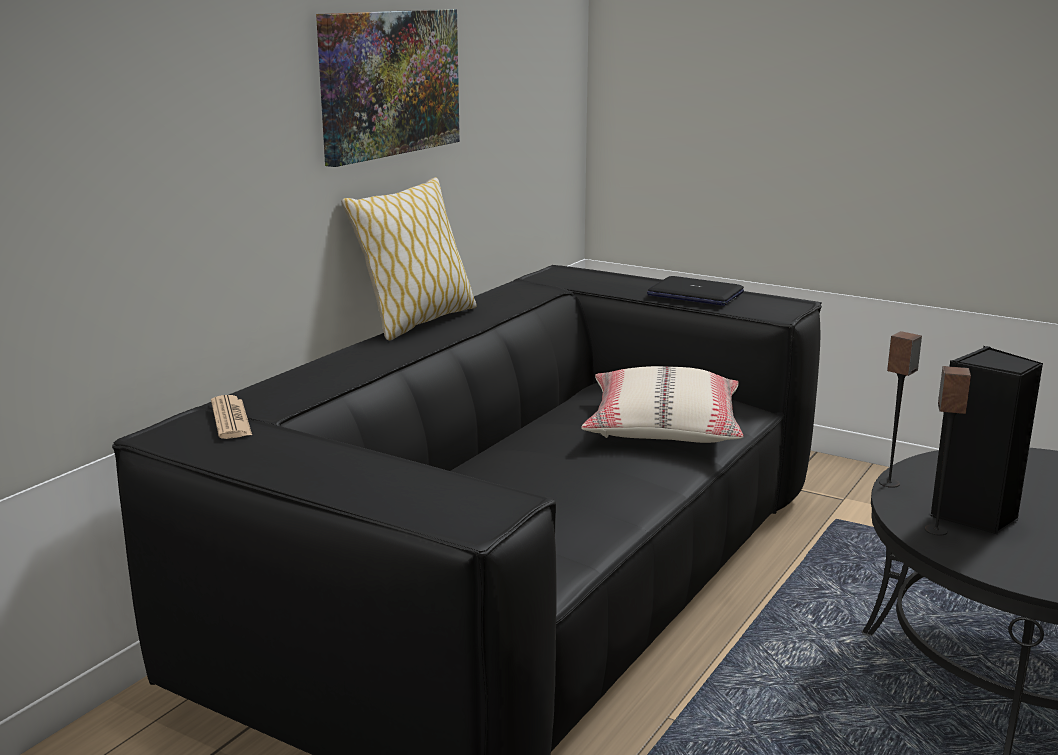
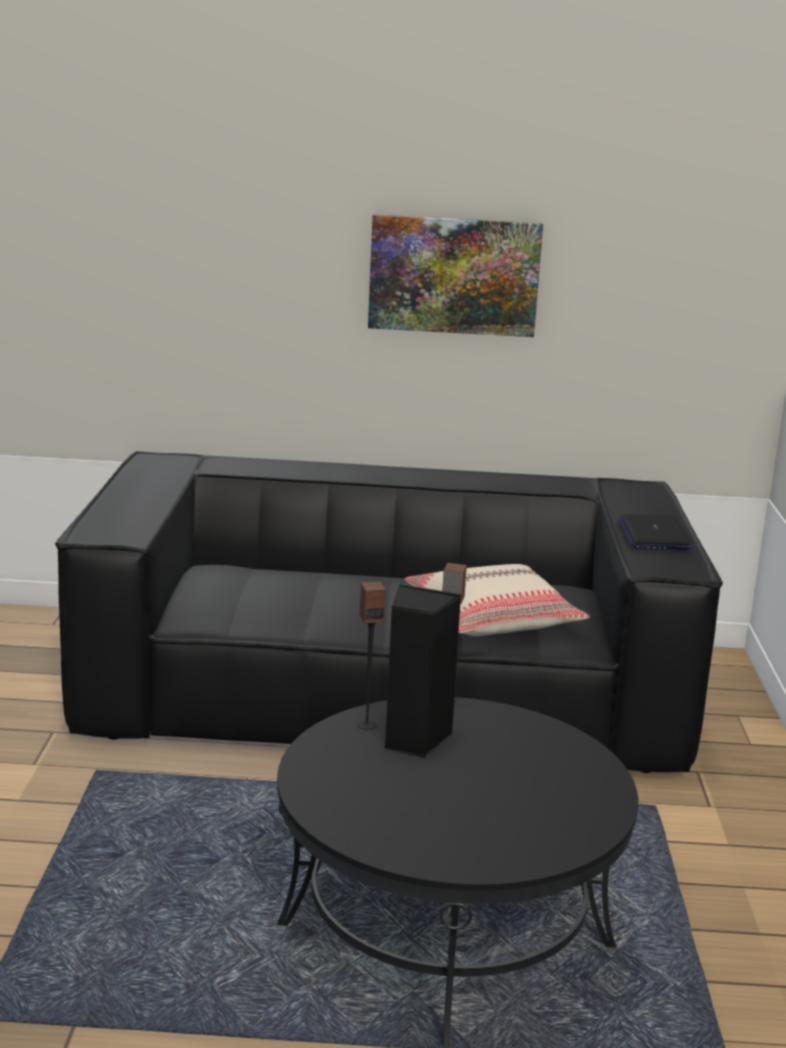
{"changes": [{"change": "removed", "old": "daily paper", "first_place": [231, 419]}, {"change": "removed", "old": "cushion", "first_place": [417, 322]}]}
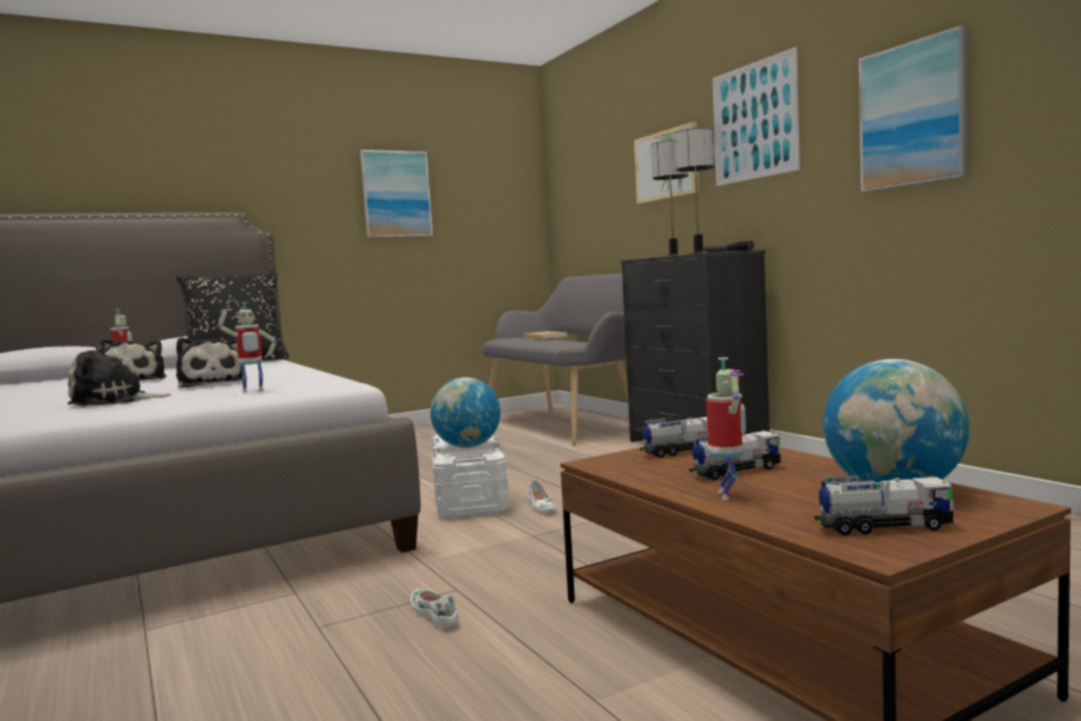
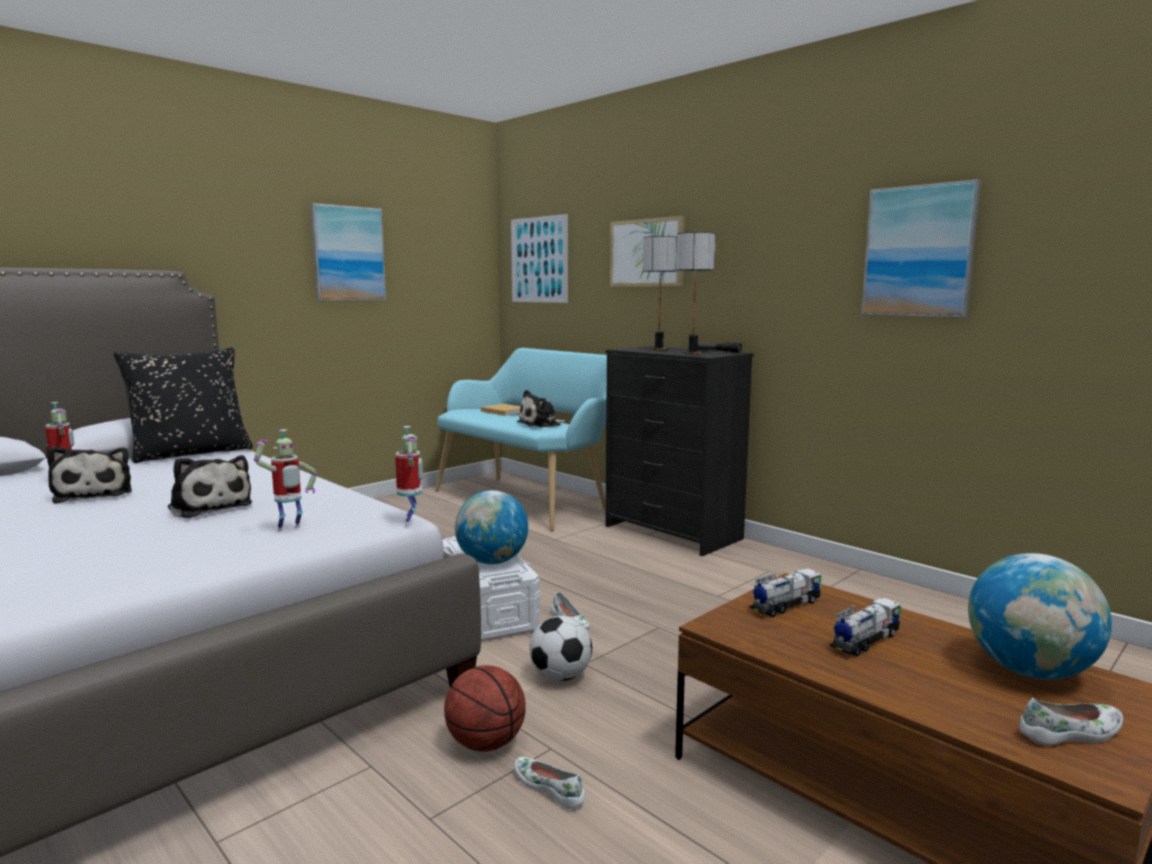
{"changes": [{"change": "moved", "old": "model robot", "first_place": [728, 495], "second_place": [411, 522]}, {"change": "recoloured", "old": "grey indoor bench", "new": "turquoise indoor bench", "first_place": [566, 423], "second_place": [526, 500]}, {"change": "added", "new": "ball for basketball", "second_place": [485, 743]}, {"change": "moved", "old": "wall picture", "first_place": [754, 121], "second_place": [539, 260]}, {"change": "moved", "old": "plush toy", "first_place": [114, 401], "second_place": [541, 424]}, {"change": "added", "new": "ball for football", "second_place": [561, 676]}, {"change": "replaced", "old": "toy lorry", "new": "white-coloured low shoe", "first_place": [883, 527], "second_place": [1072, 733]}]}
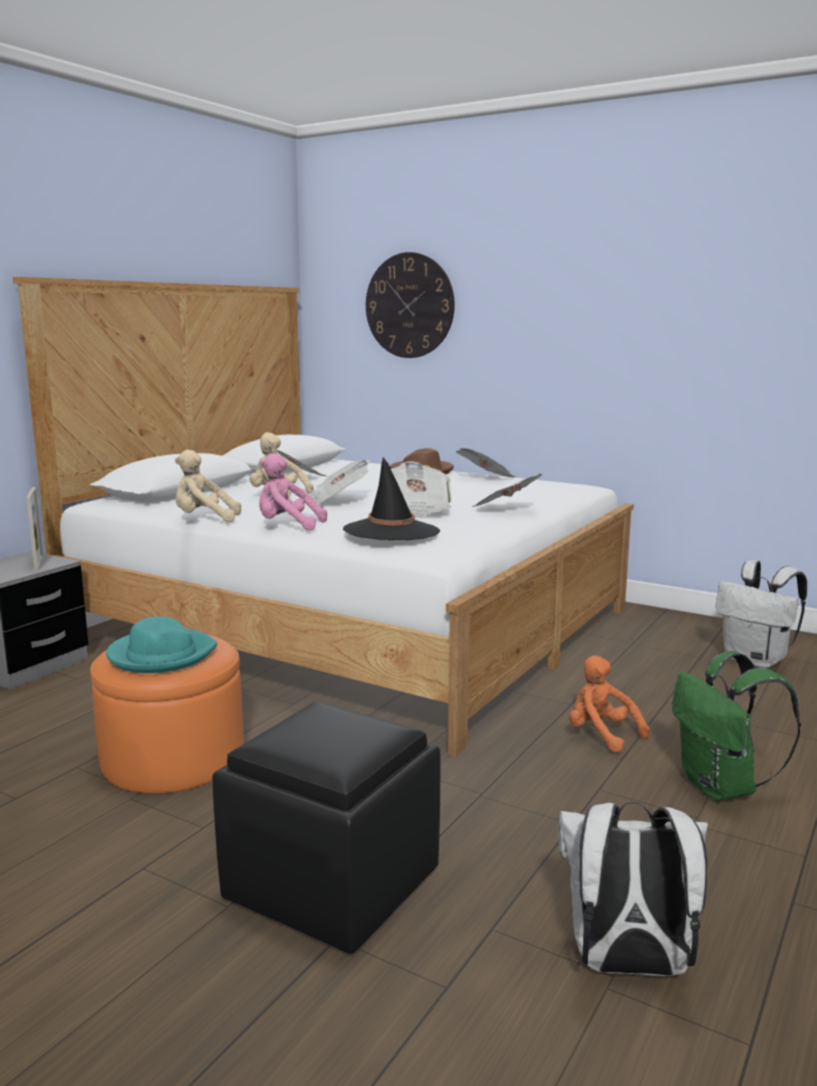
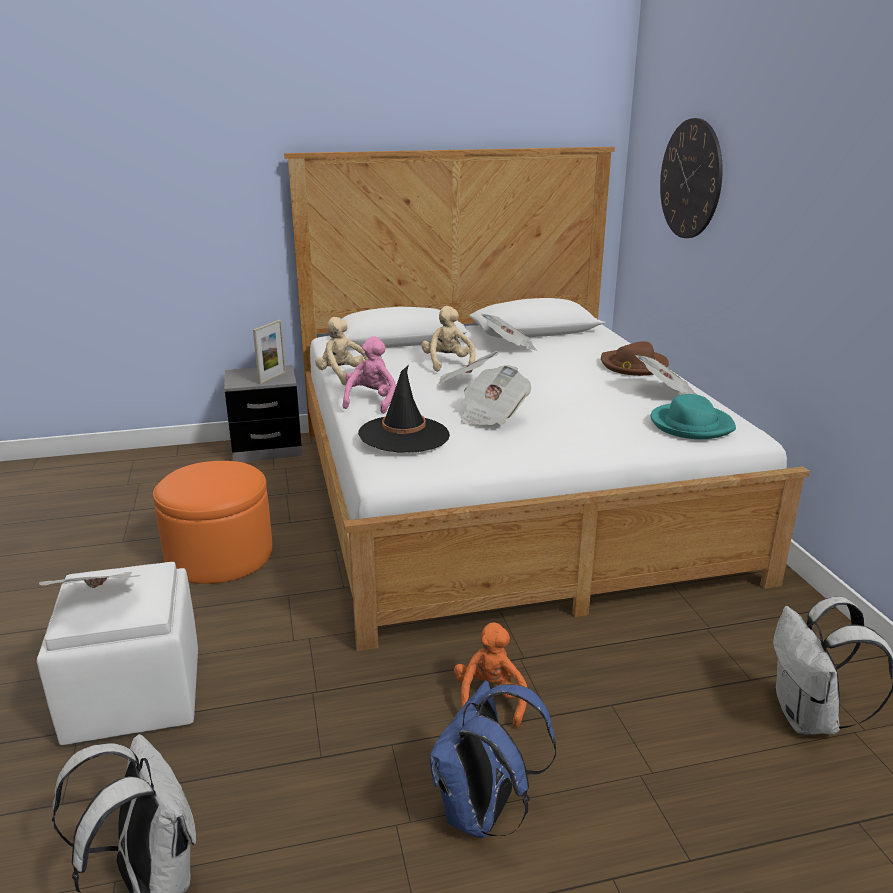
{"changes": [{"change": "recoloured", "old": "black ottoman", "new": "white-coloured ottoman", "first_place": [335, 885], "second_place": [136, 696]}, {"change": "moved", "old": "daily paper", "first_place": [506, 509], "second_place": [100, 599]}, {"change": "turned", "old": "pinkish plush toy", "first_place": [287, 526], "second_place": [371, 401], "degrees": 45}, {"change": "recoloured", "old": "greenish knapsack", "new": "blue knapsack", "first_place": [722, 788], "second_place": [483, 814]}, {"change": "moved", "old": "turquoise clothing hat", "first_place": [161, 655], "second_place": [691, 425]}]}
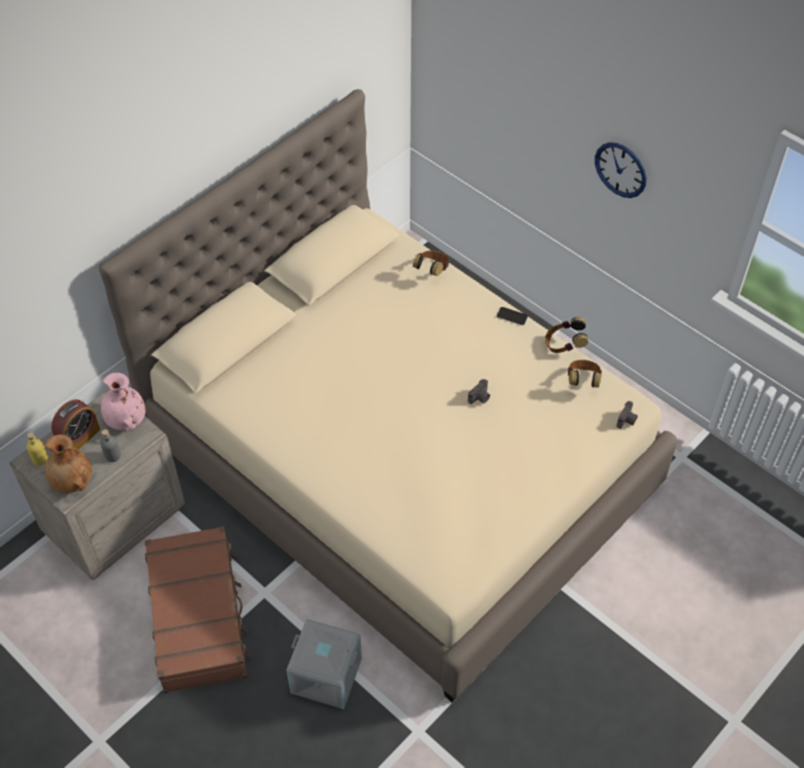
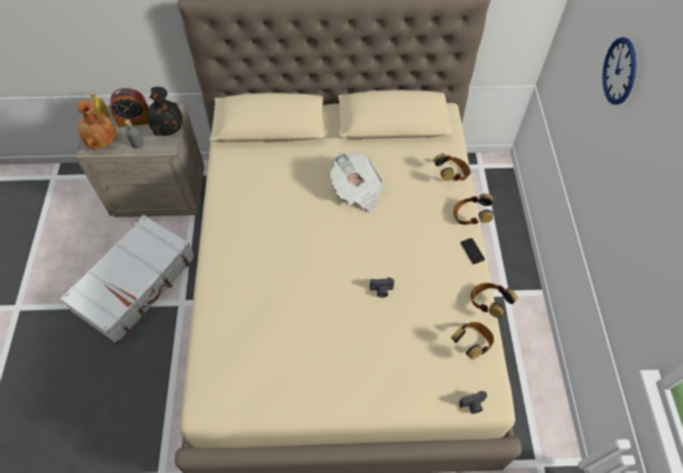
{"changes": [{"change": "recoloured", "old": "brownish piece of luggage", "new": "white-coloured piece of luggage", "first_place": [199, 616], "second_place": [136, 284]}, {"change": "recoloured", "old": "pinkish flower vase", "new": "black flower vase", "first_place": [125, 420], "second_place": [168, 128]}, {"change": "added", "new": "daily paper", "second_place": [357, 191]}, {"change": "added", "new": "headset", "second_place": [470, 217]}, {"change": "moved", "old": "wall clock", "first_place": [621, 169], "second_place": [619, 71]}, {"change": "removed", "old": "grey storage container", "first_place": [325, 676]}]}
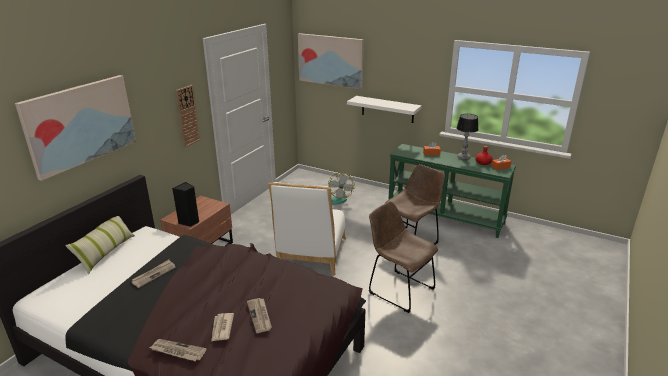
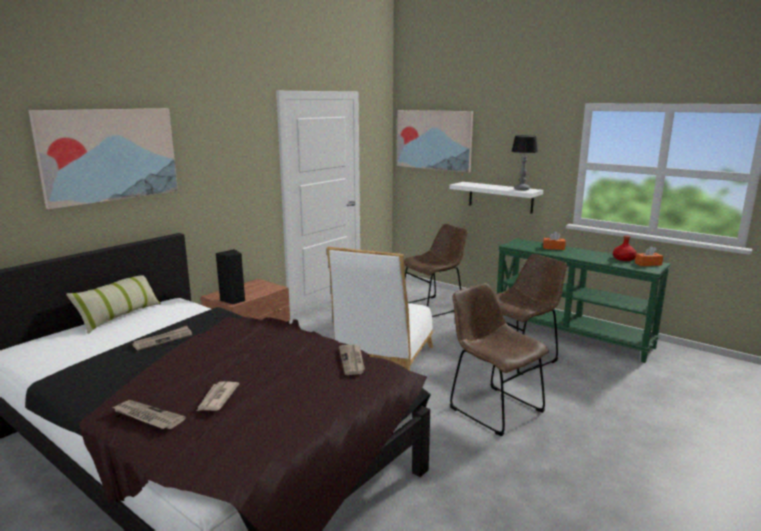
{"changes": [{"change": "moved", "old": "daily paper", "first_place": [260, 316], "second_place": [352, 361]}, {"change": "replaced", "old": "cooling fan", "new": "brownish plain chair", "first_place": [338, 198], "second_place": [433, 307]}, {"change": "moved", "old": "table lamp", "first_place": [463, 157], "second_place": [521, 189]}, {"change": "removed", "old": "wall clock", "first_place": [187, 116]}]}
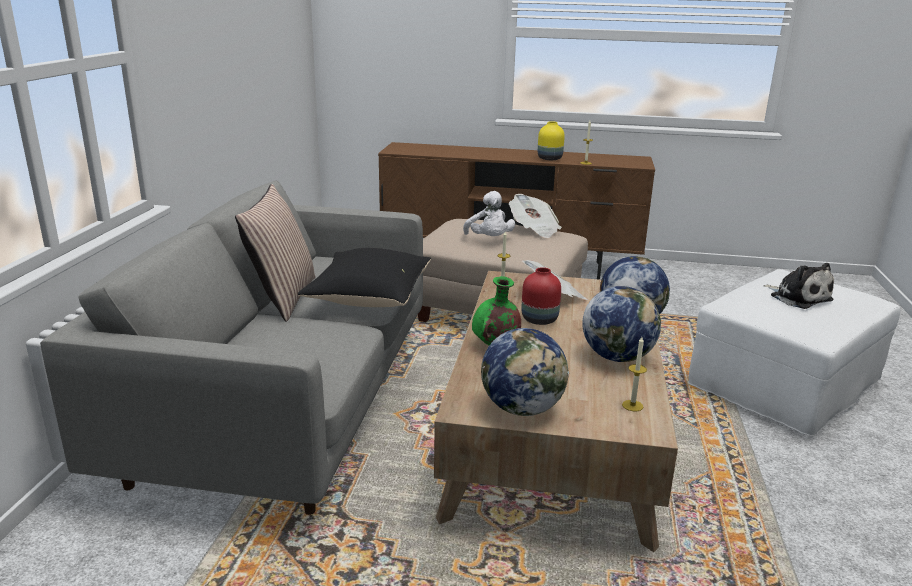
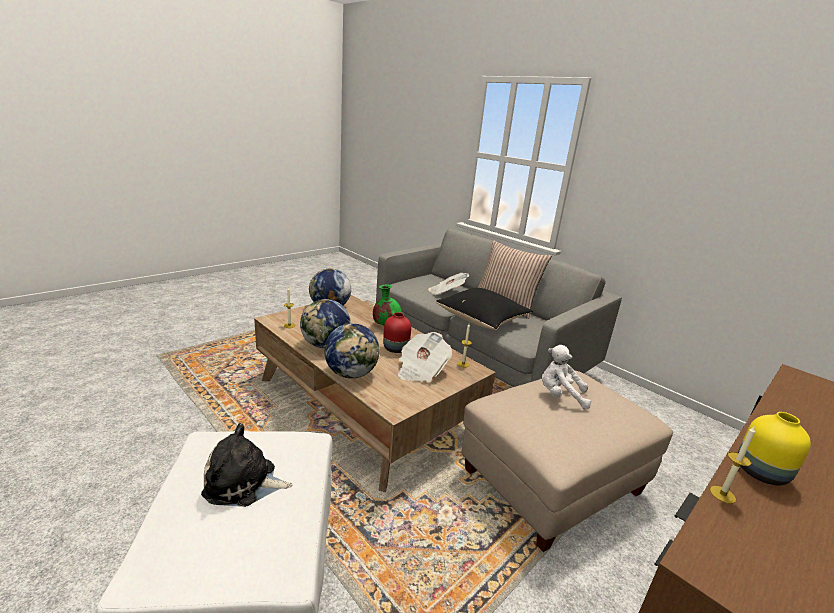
{"changes": [{"change": "moved", "old": "daily paper", "first_place": [534, 230], "second_place": [446, 293]}]}
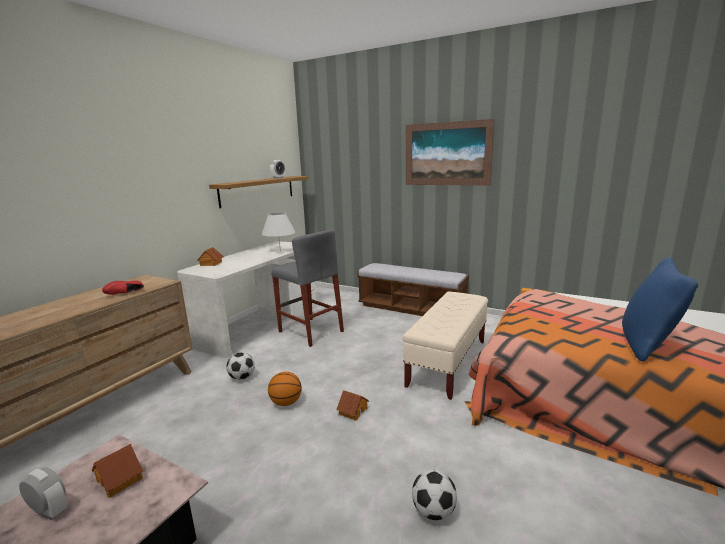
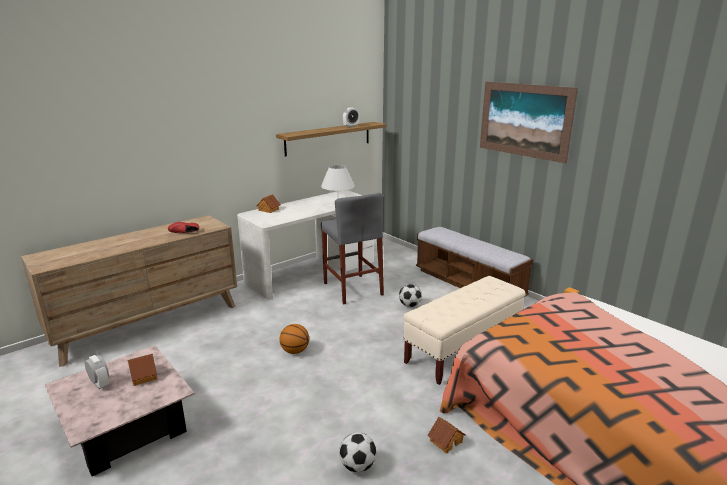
{"changes": [{"change": "moved", "old": "ball for football", "first_place": [242, 377], "second_place": [410, 305]}, {"change": "moved", "old": "model house", "first_place": [352, 411], "second_place": [445, 441]}, {"change": "removed", "old": "blue cushion", "first_place": [647, 345]}]}
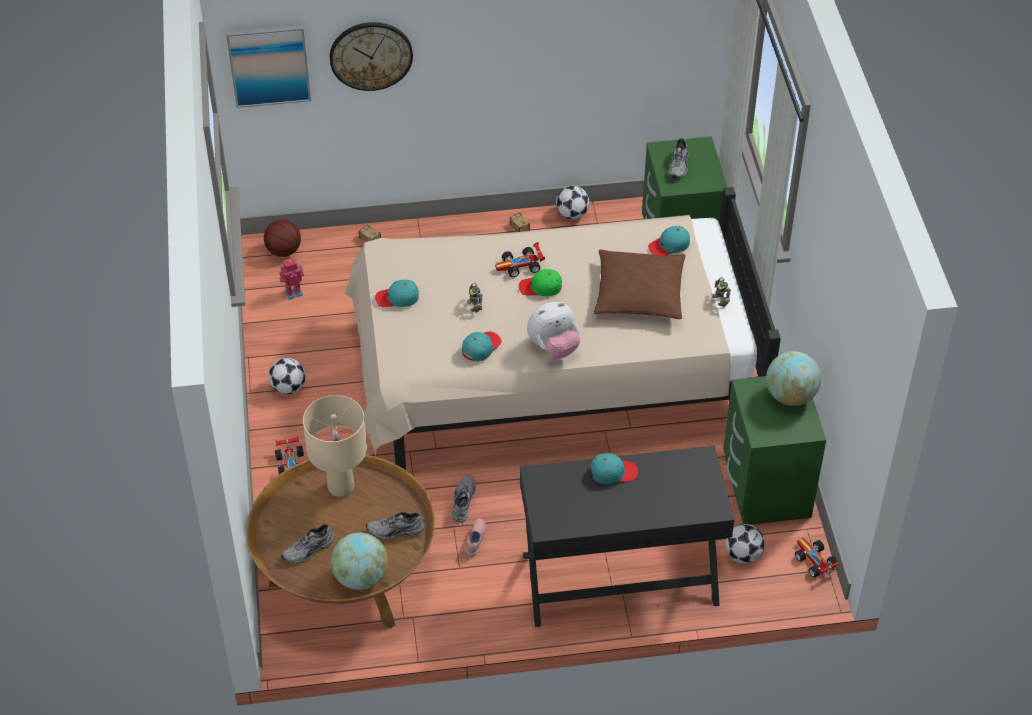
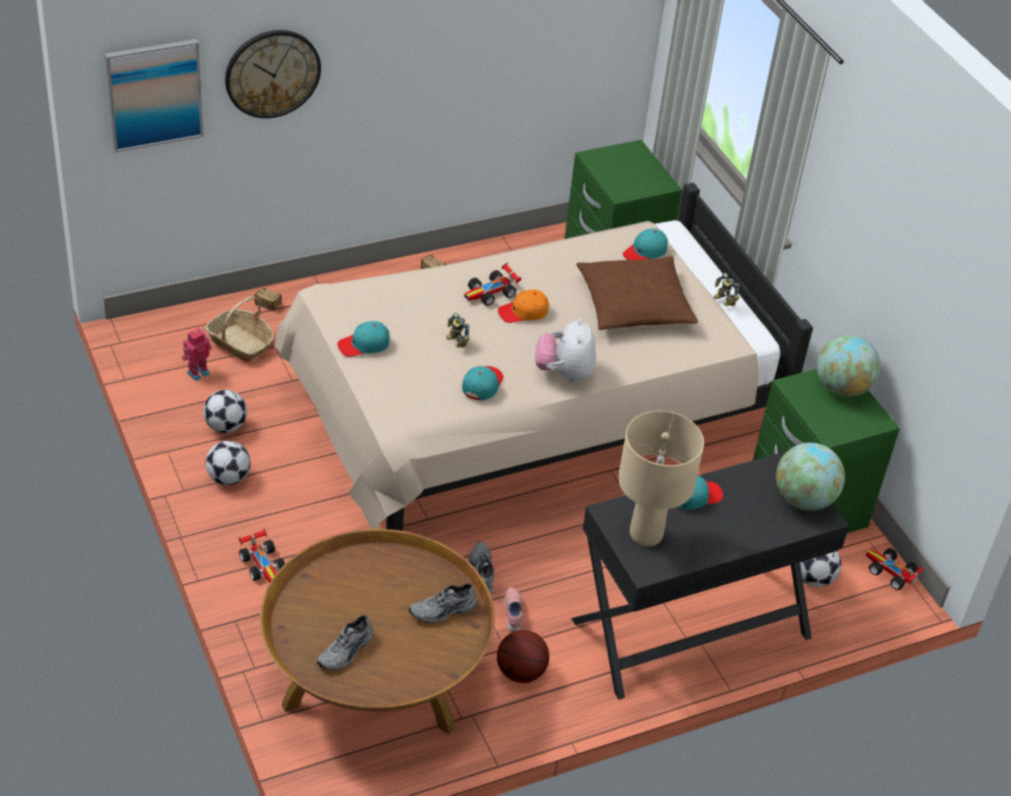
{"changes": [{"change": "moved", "old": "ball for football", "first_place": [572, 214], "second_place": [225, 426]}, {"change": "added", "new": "basket", "second_place": [240, 343]}, {"change": "moved", "old": "ball for basketball", "first_place": [283, 251], "second_place": [520, 672]}, {"change": "recoloured", "old": "greenish baseball cap", "new": "orange baseball cap", "first_place": [540, 287], "second_place": [523, 312]}, {"change": "turned", "old": "plush toy", "first_place": [553, 347], "second_place": [564, 373], "degrees": 135}, {"change": "moved", "old": "beige-coloured table lamp", "first_place": [341, 488], "second_place": [645, 535]}, {"change": "moved", "old": "world globe", "first_place": [361, 577], "second_place": [803, 499]}, {"change": "removed", "old": "grey low shoe", "first_place": [679, 165]}]}
